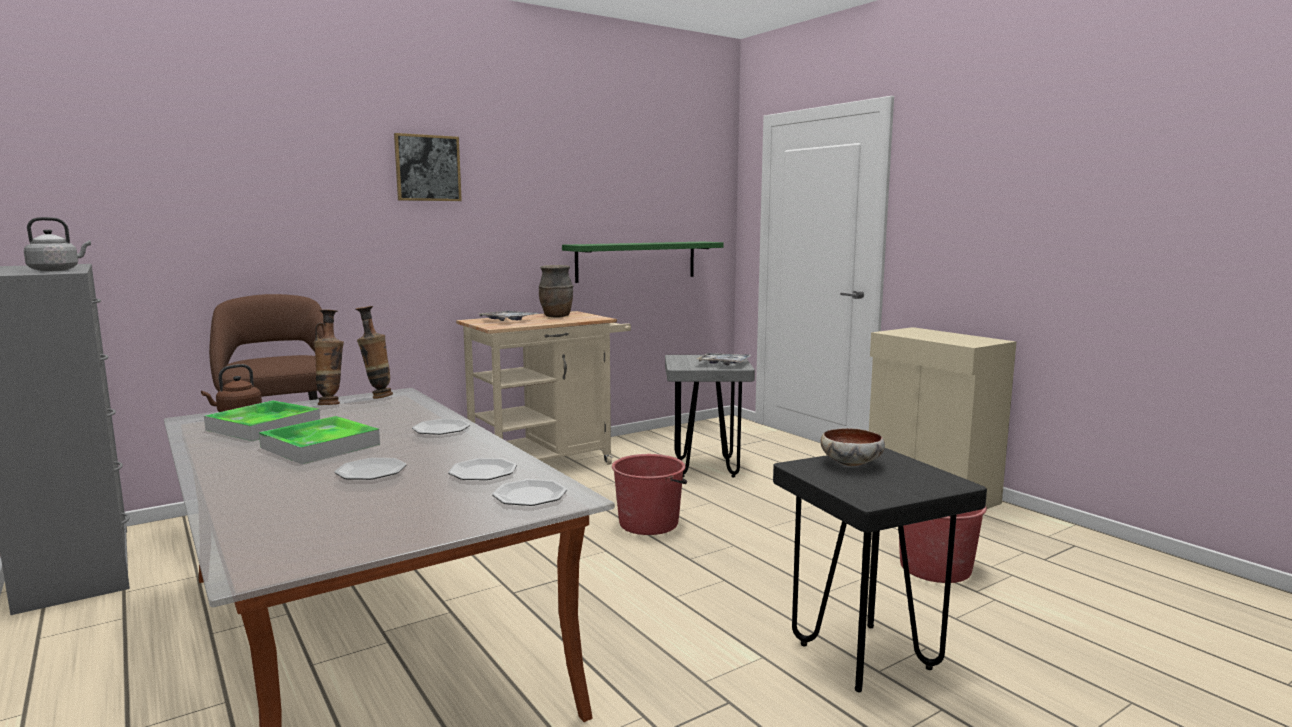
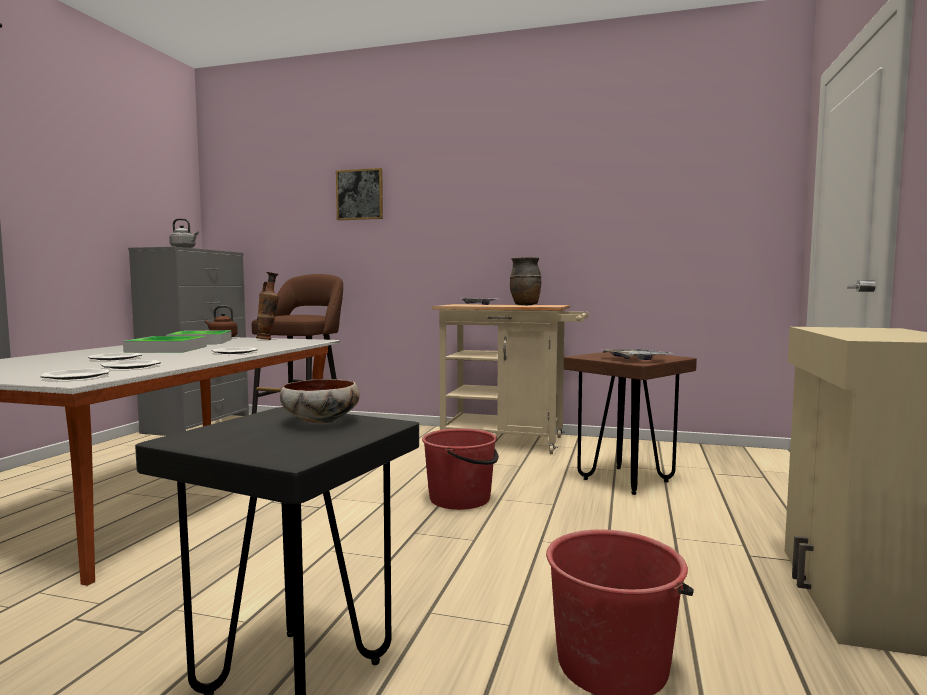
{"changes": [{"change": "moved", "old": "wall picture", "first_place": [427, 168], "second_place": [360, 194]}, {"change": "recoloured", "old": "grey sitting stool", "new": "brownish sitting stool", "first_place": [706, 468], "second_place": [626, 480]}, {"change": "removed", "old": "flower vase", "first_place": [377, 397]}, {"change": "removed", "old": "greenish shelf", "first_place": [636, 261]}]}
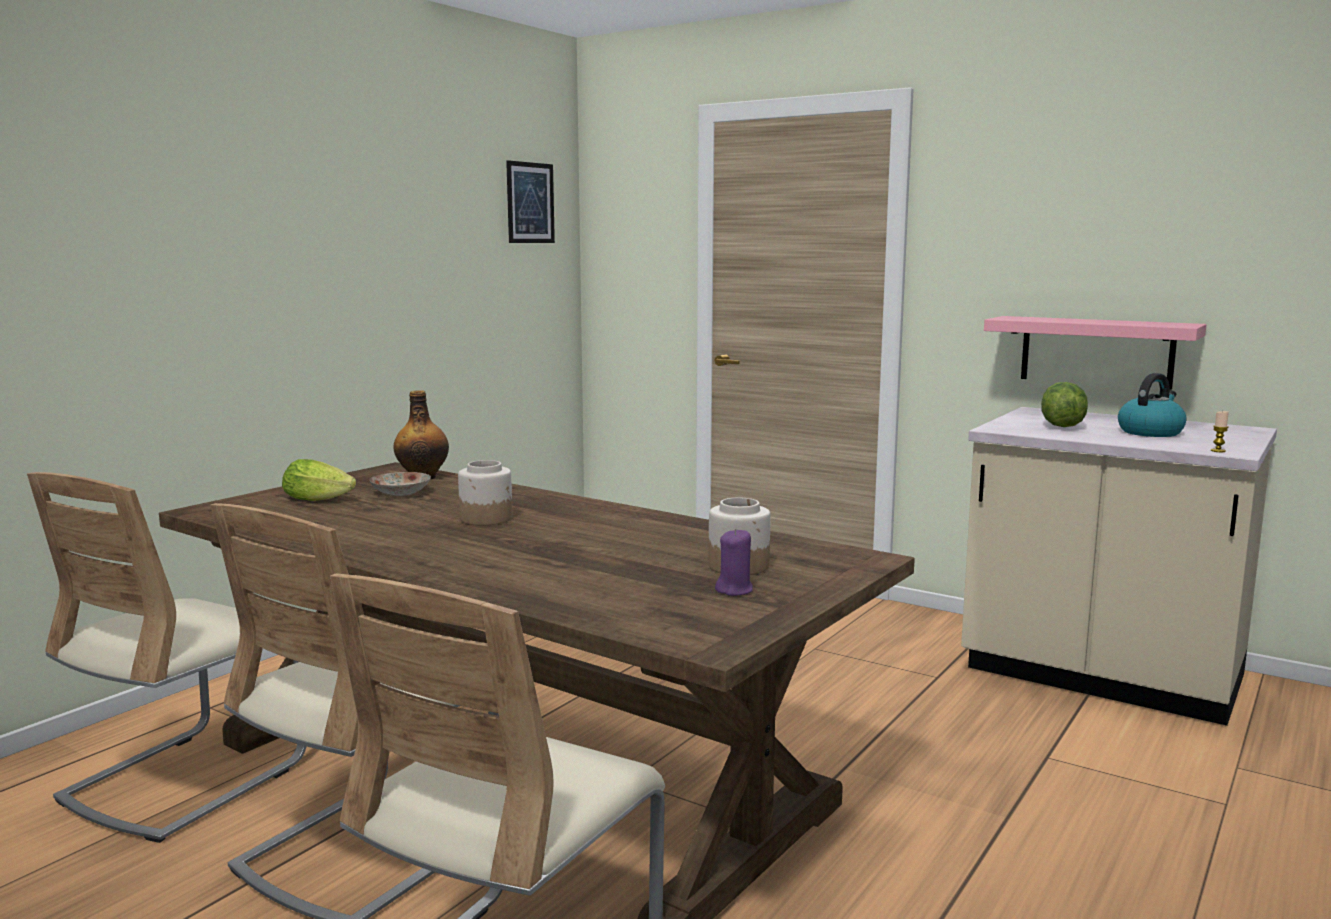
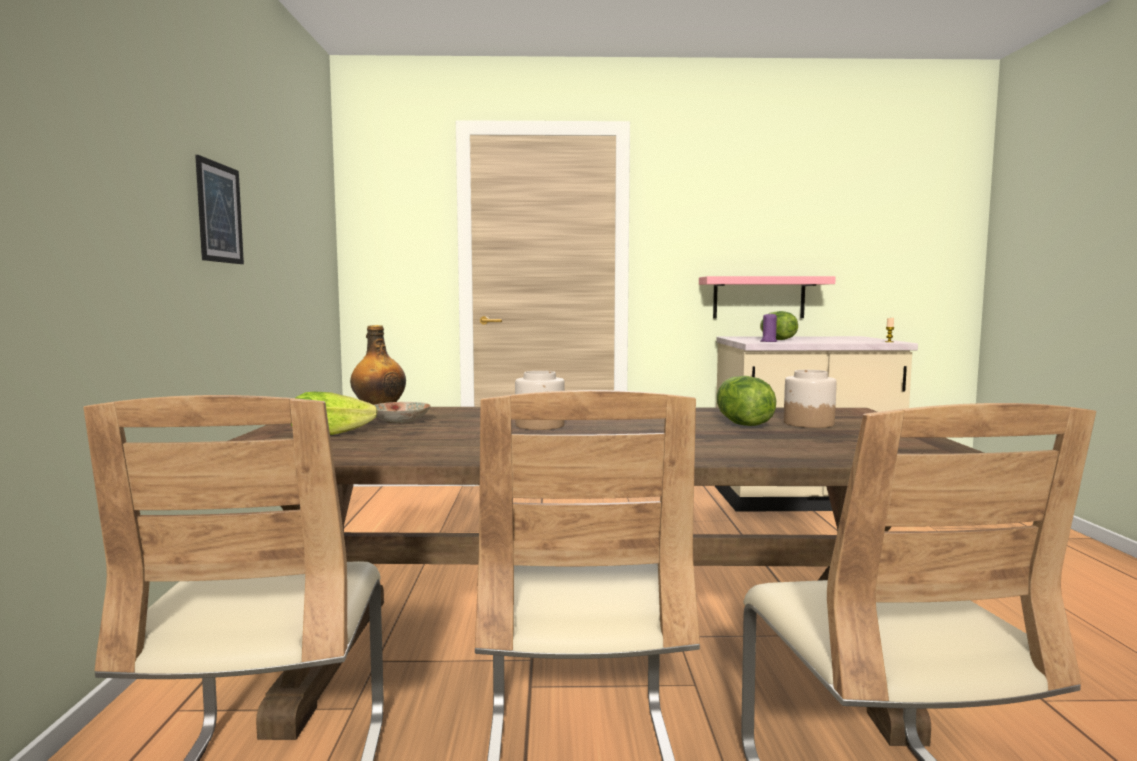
{"changes": [{"change": "moved", "old": "wall picture", "first_place": [530, 203], "second_place": [219, 213]}, {"change": "added", "new": "head of lettuce", "second_place": [741, 424]}, {"change": "moved", "old": "purplish candle", "first_place": [734, 590], "second_place": [768, 341]}, {"change": "removed", "old": "water kettle", "first_place": [1150, 432]}]}
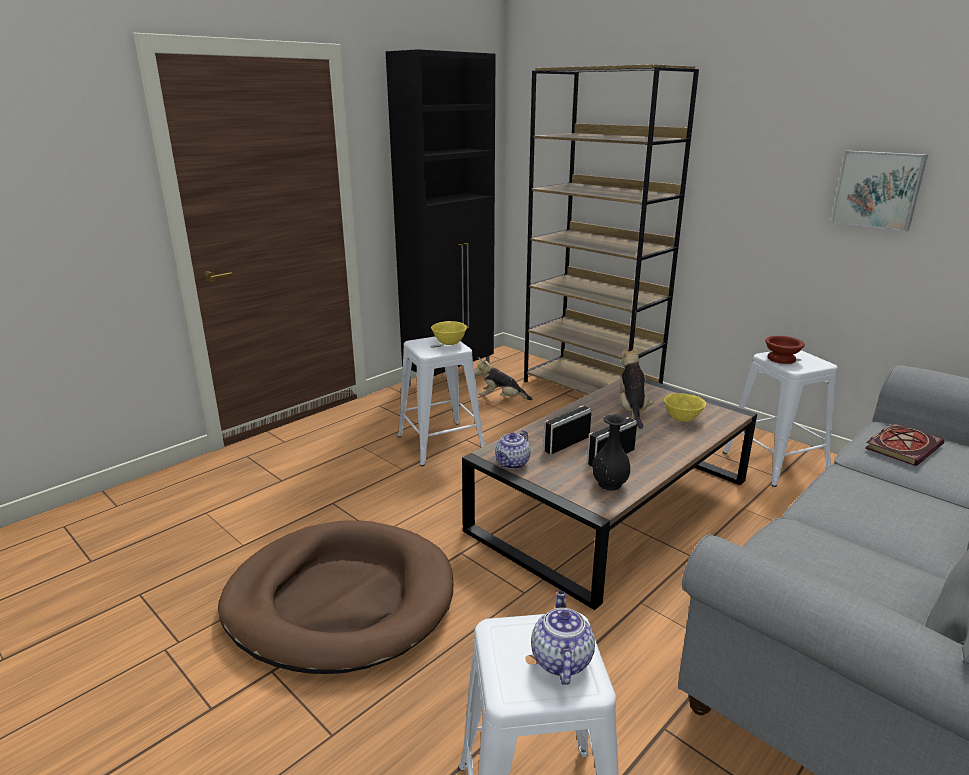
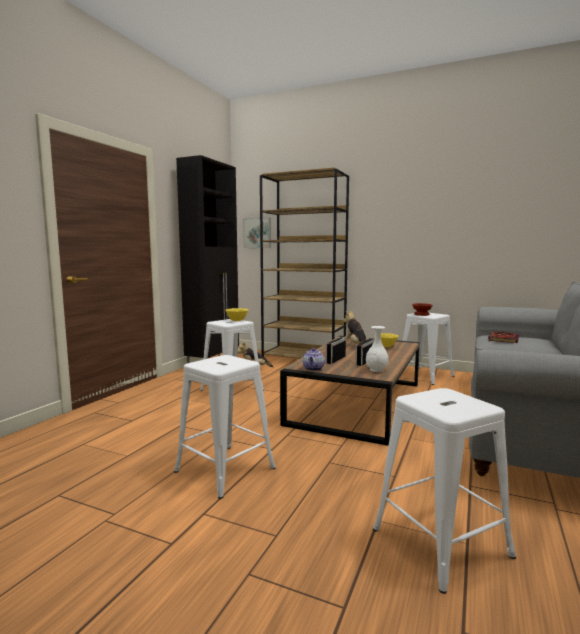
{"changes": [{"change": "replaced", "old": "brownish dog bed", "new": "white-coloured sitting stool", "first_place": [340, 600], "second_place": [225, 469]}, {"change": "moved", "old": "wall picture", "first_place": [878, 189], "second_place": [257, 233]}, {"change": "recoloured", "old": "black flower vase", "new": "white-coloured flower vase", "first_place": [609, 484], "second_place": [376, 370]}, {"change": "removed", "old": "pot for tea", "first_place": [560, 659]}]}
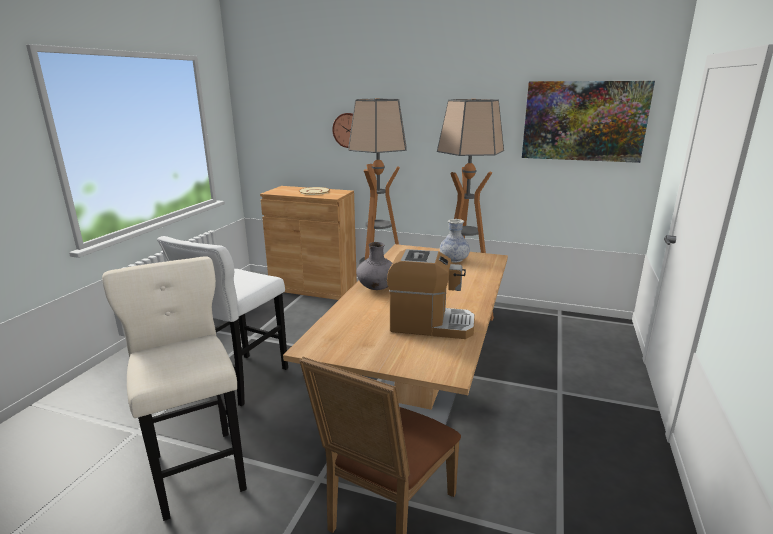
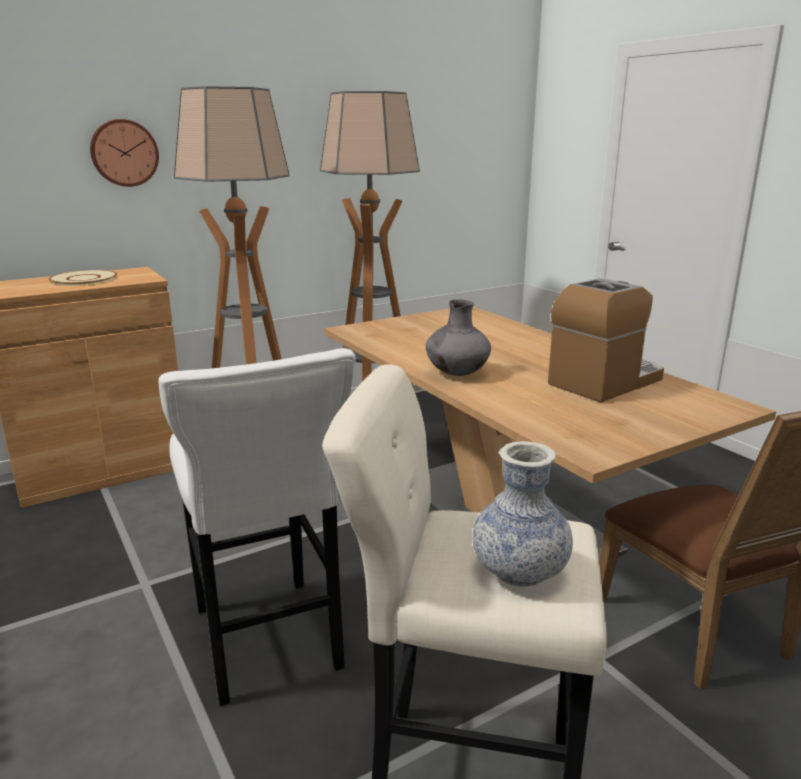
{"changes": [{"change": "moved", "old": "flower vase", "first_place": [454, 259], "second_place": [519, 570]}, {"change": "removed", "old": "wall picture", "first_place": [583, 121]}]}
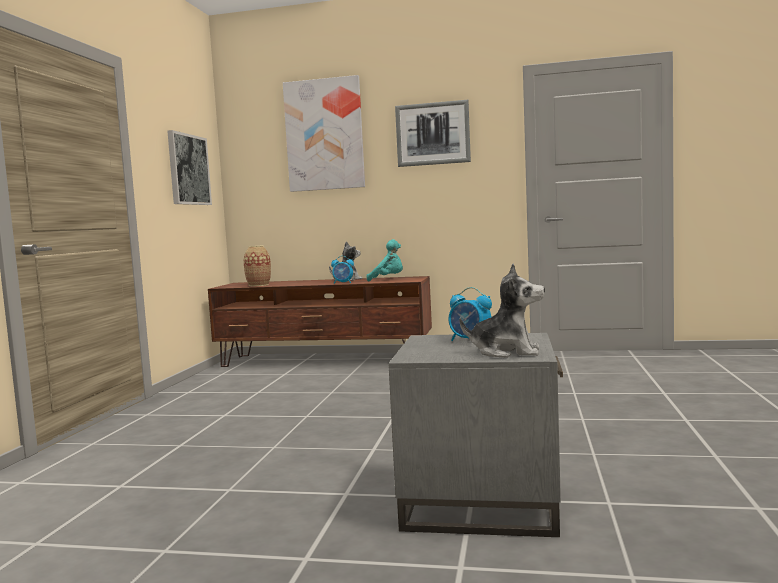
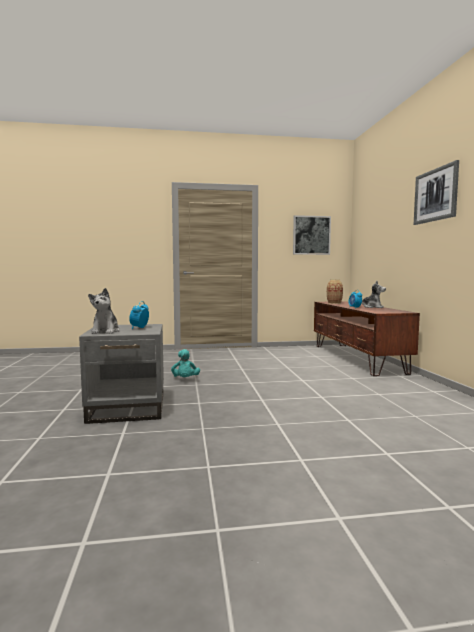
{"changes": [{"change": "moved", "old": "turquoise plush toy", "first_place": [388, 279], "second_place": [185, 379]}, {"change": "removed", "old": "wall picture", "first_place": [324, 135]}]}
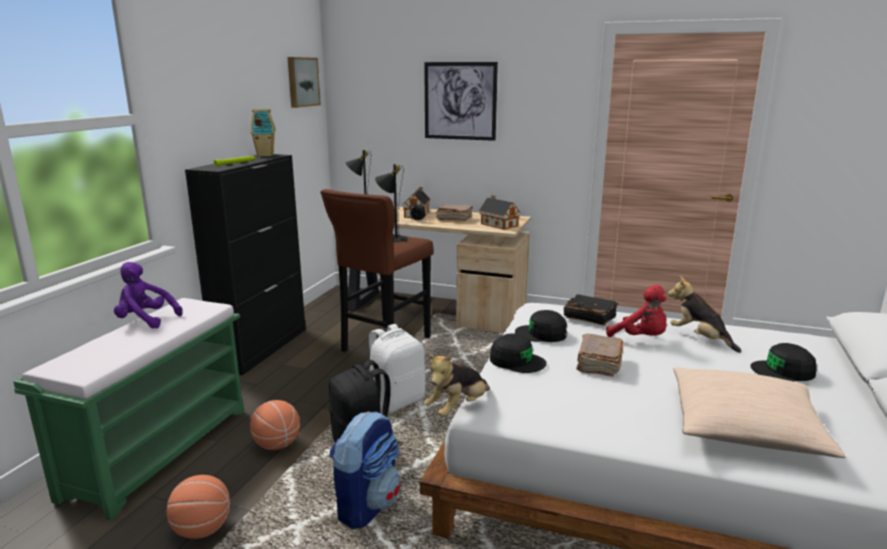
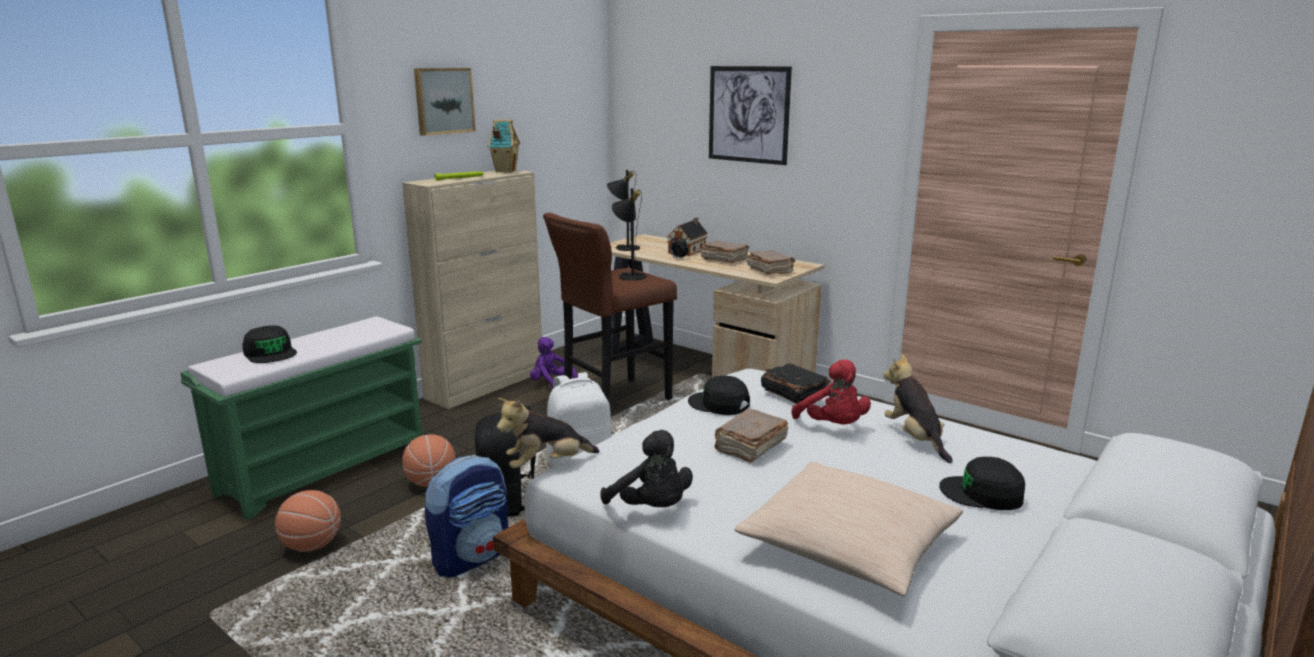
{"changes": [{"change": "moved", "old": "black baseball cap", "first_place": [517, 361], "second_place": [270, 353]}, {"change": "recoloured", "old": "black cabinet", "new": "beige-coloured cabinet", "first_place": [262, 348], "second_place": [487, 384]}, {"change": "moved", "old": "wall picture", "first_place": [302, 82], "second_place": [443, 101]}, {"change": "moved", "old": "purplish plush toy", "first_place": [145, 320], "second_place": [551, 384]}, {"change": "added", "new": "black plush toy", "second_place": [651, 508]}, {"change": "replaced", "old": "model house", "new": "brownish bound book", "first_place": [498, 224], "second_place": [769, 271]}]}
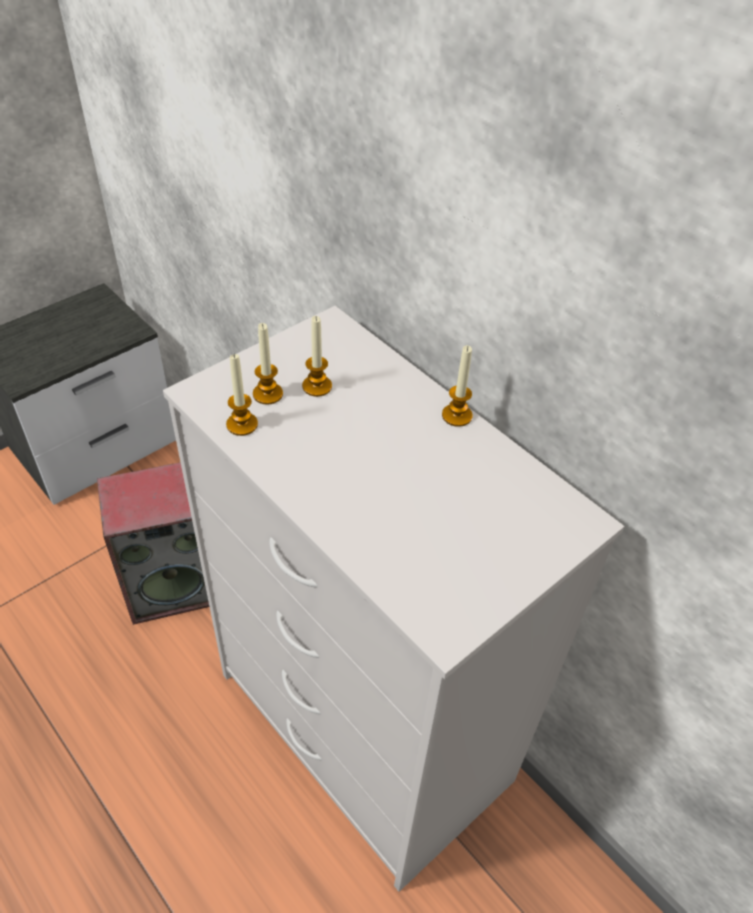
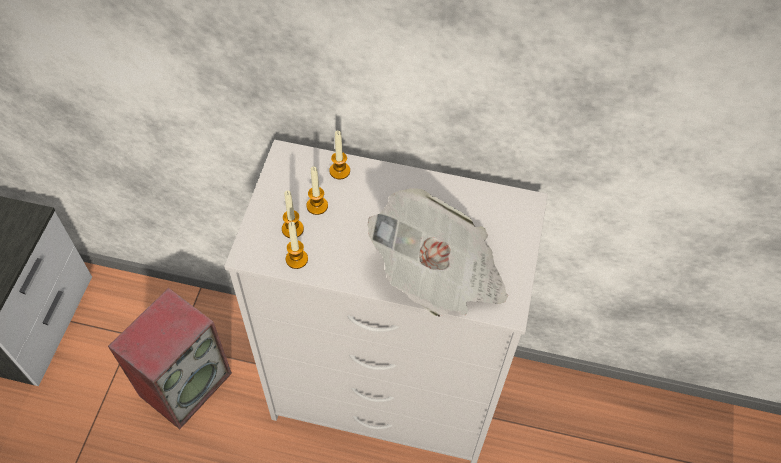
{"changes": [{"change": "moved", "old": "candle", "first_place": [457, 416], "second_place": [339, 171]}, {"change": "added", "new": "daily paper", "second_place": [439, 274]}]}
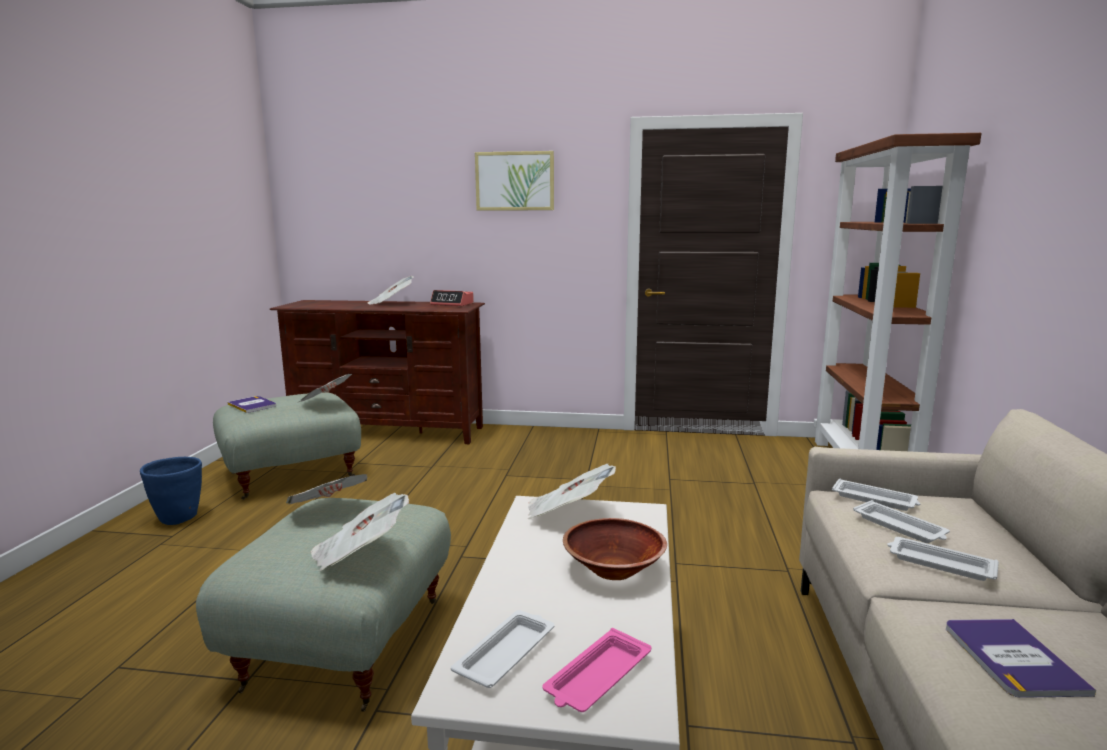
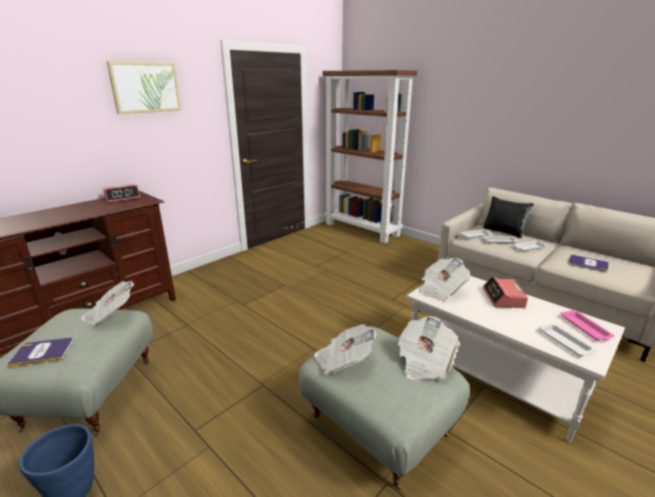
{"changes": [{"change": "added", "new": "black cushion", "second_place": [504, 231]}, {"change": "replaced", "old": "brownish deep dish", "new": "bedside clock", "first_place": [613, 569], "second_place": [503, 298]}, {"change": "removed", "old": "daily paper", "first_place": [391, 303]}]}
